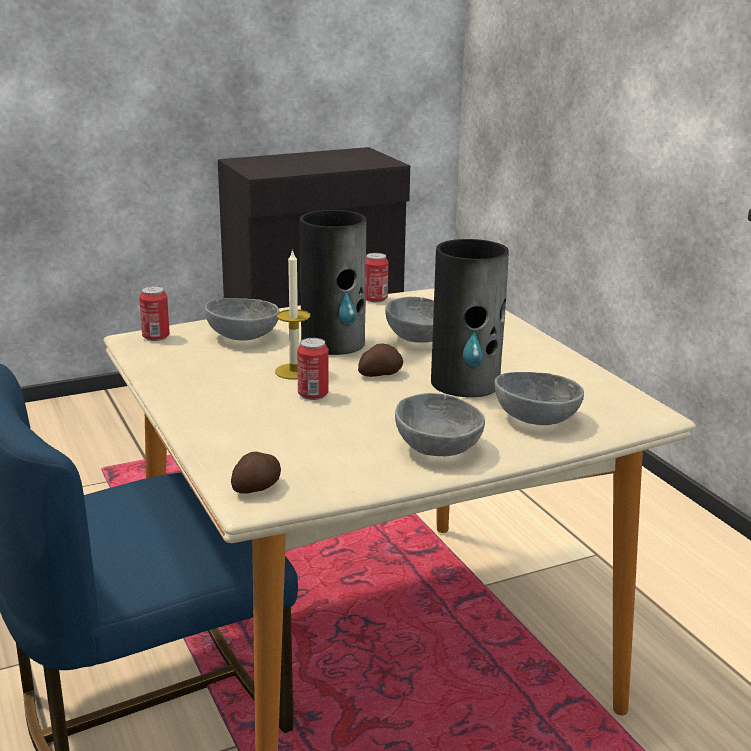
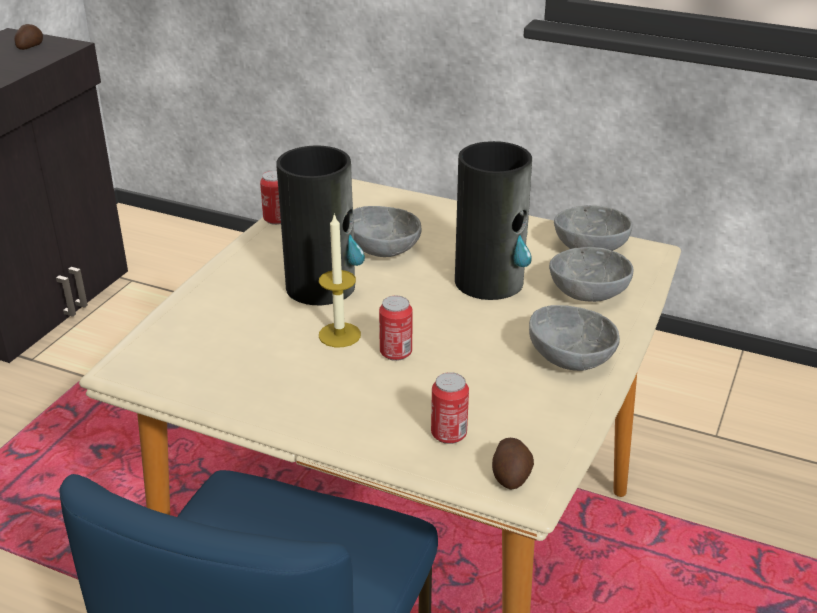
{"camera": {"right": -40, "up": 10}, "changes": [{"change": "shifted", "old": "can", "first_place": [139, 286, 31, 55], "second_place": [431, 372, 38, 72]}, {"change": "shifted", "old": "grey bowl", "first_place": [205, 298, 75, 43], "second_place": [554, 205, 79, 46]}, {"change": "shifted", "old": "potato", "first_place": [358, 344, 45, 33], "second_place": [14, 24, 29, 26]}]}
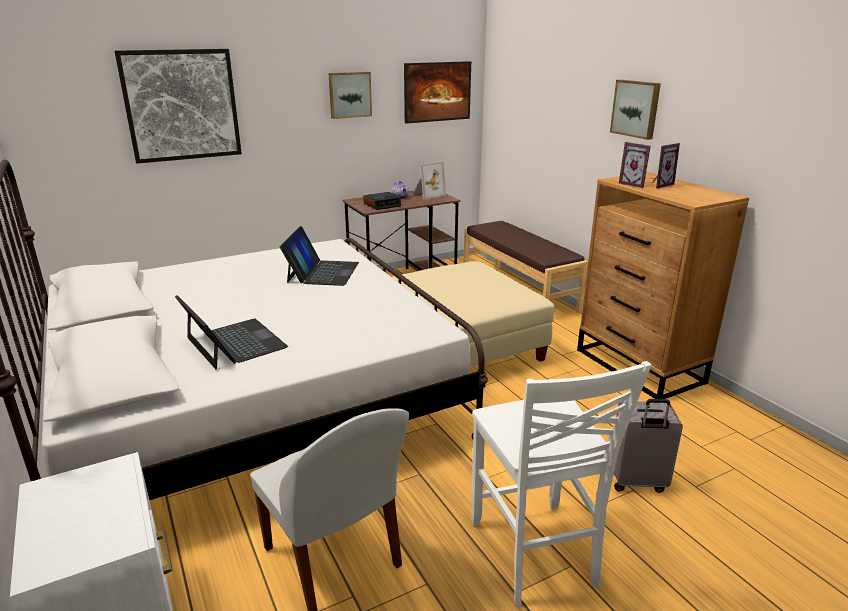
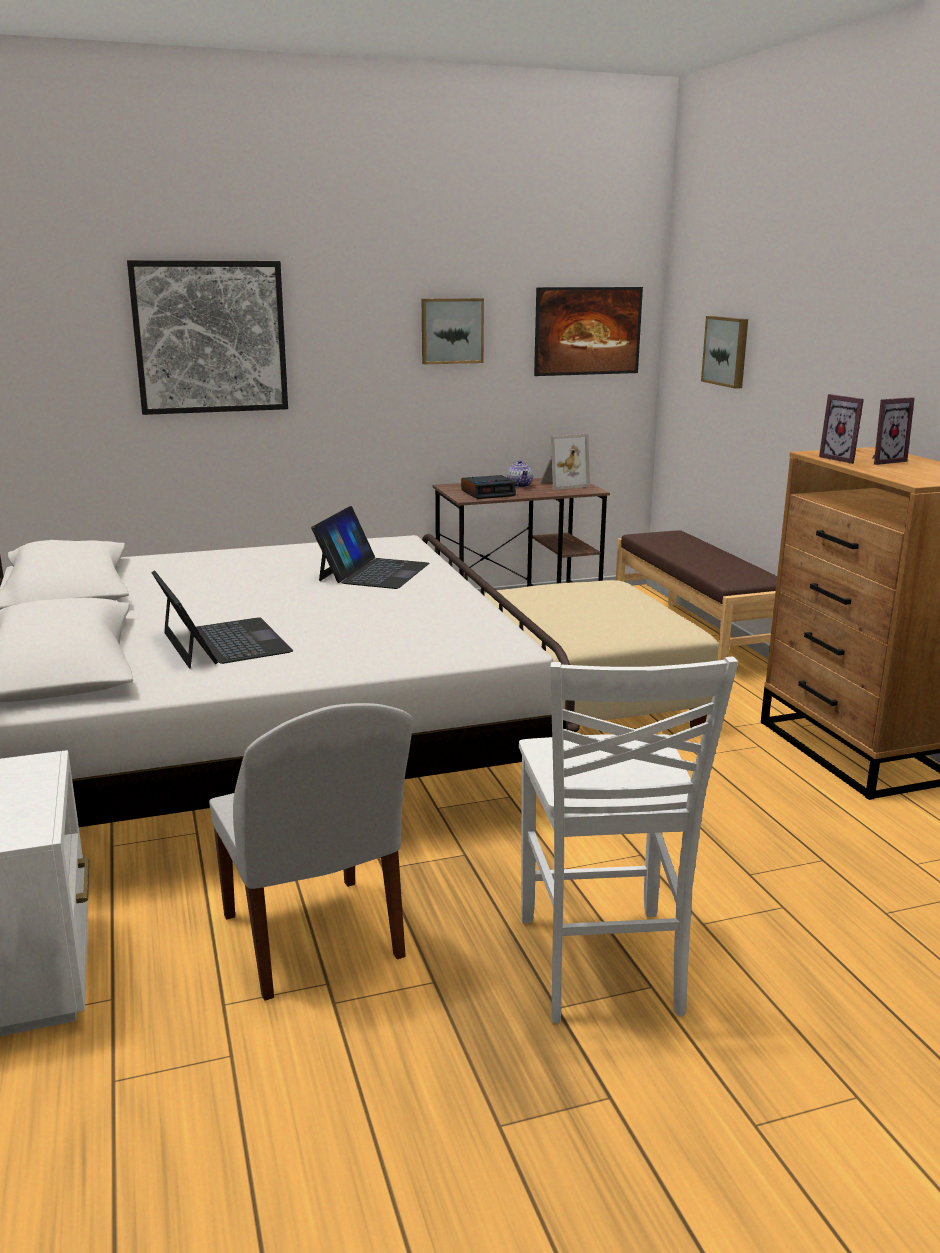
{"camera": {"right": 10, "up": -5}, "changes": [{"change": "shifted", "old": "picture", "first_place": [610, 80, 51, 60], "second_place": [701, 316, 47, 73]}, {"change": "gone", "old": "grey suitcase", "first_place": [614, 399, 69, 94]}]}
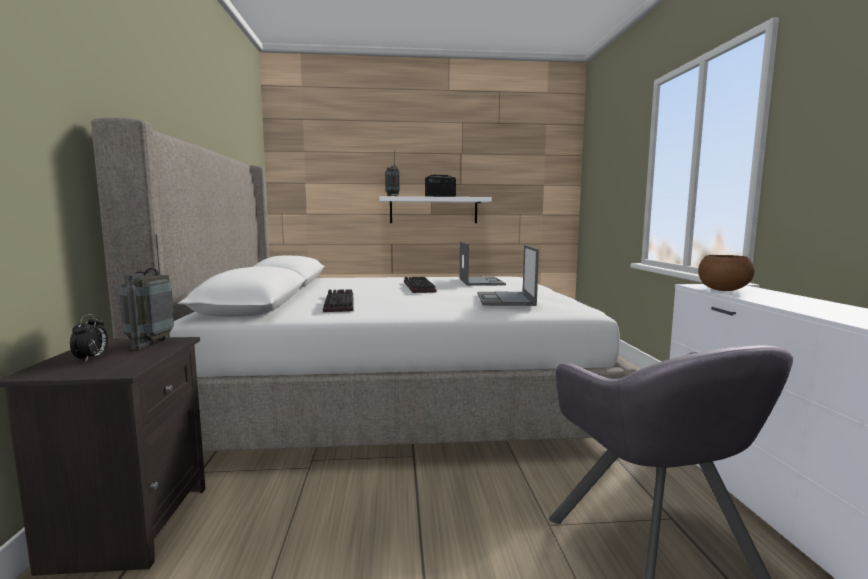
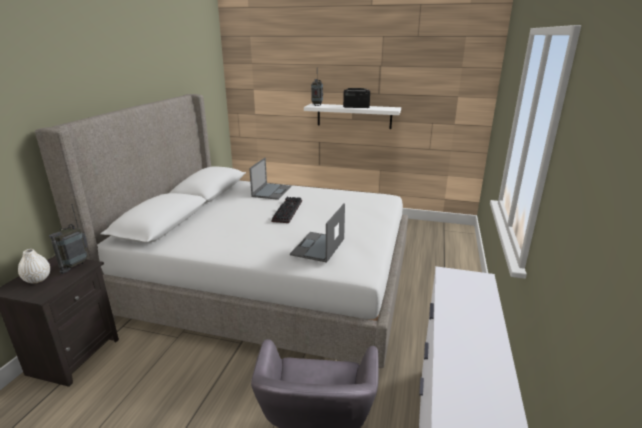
{"camera": {"right": 20, "up": 15}, "changes": [{"change": "swapped", "old": "alarm clock", "new": "white vase", "first_place": [70, 314, 38, 48], "second_place": [18, 249, 32, 34]}, {"change": "gone", "old": "keyboard", "first_place": [323, 289, 30, 23]}, {"change": "shifted", "old": "laptop", "first_place": [460, 241, 46, 45], "second_place": [249, 158, 42, 42]}, {"change": "gone", "old": "brown bowl", "first_place": [698, 255, 57, 36]}]}
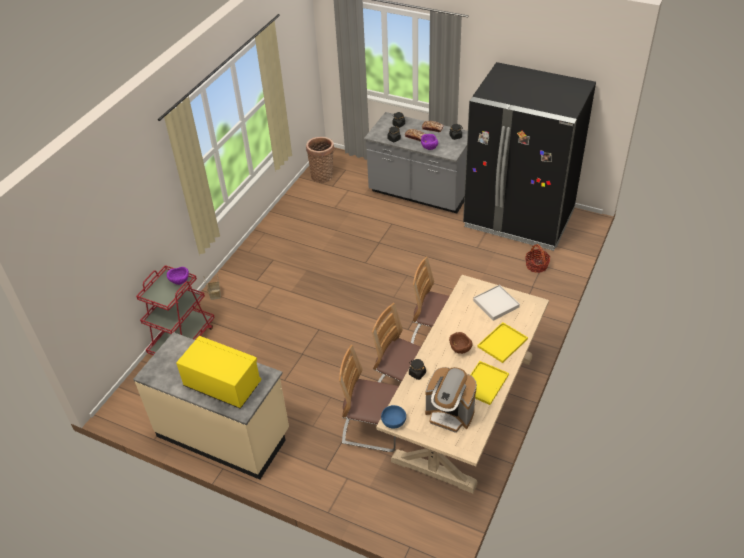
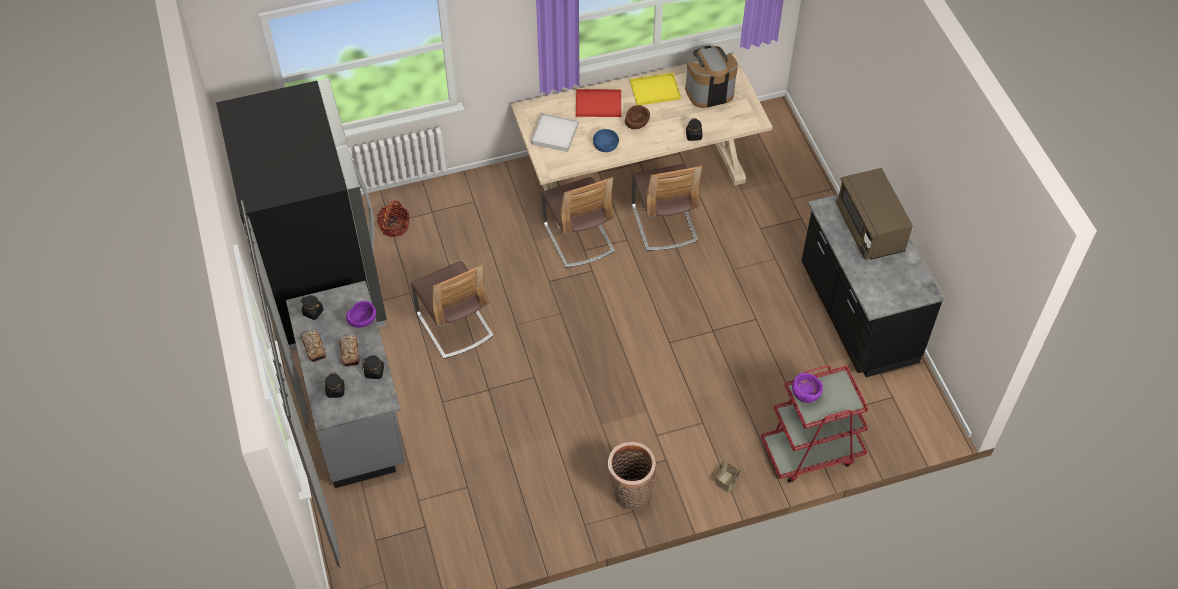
{"camera": {"right": -135, "up": 10}, "changes": [{"change": "repainted", "old": "beige counter", "new": "black counter", "first_place": [133, 332, 156, 148], "second_place": [801, 194, 143, 183]}, {"change": "repainted", "old": "yellow microwave", "new": "brown microwave", "first_place": [176, 336, 86, 73], "second_place": [836, 168, 77, 92]}, {"change": "shifted", "old": "basket", "first_place": [306, 137, 28, 46], "second_place": [607, 442, 50, 69]}, {"change": "shifted", "old": "chair", "first_place": [339, 345, 60, 107], "second_place": [411, 261, 83, 98]}, {"change": "shifted", "old": "blue bowl", "first_place": [381, 405, 25, 24], "second_place": [593, 129, 26, 23]}, {"change": "rotated", "old": "coffee machine", "first_place": [425, 367, 52, 66], "second_place": [685, 45, 53, 63], "degrees": -90}, {"change": "repainted", "old": "yellow tray", "new": "red tray", "first_place": [477, 322, 51, 41], "second_place": [576, 89, 45, 28]}]}
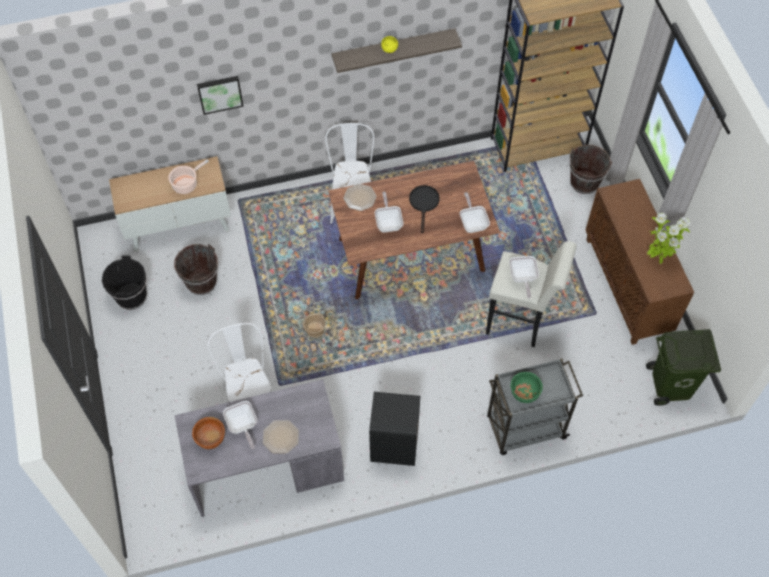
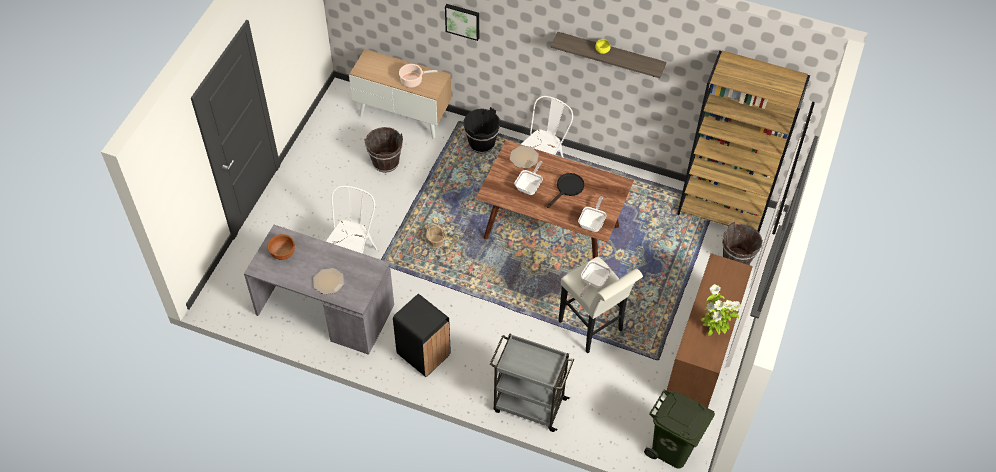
{"camera": {"right": 35, "up": -5}, "changes": [{"change": "shifted", "old": "black bucket", "first_place": [102, 255, 45, 55], "second_place": [463, 107, 37, 47]}, {"change": "gone", "old": "frying pan", "first_place": [223, 401, 34, 48]}, {"change": "gone", "old": "green bowl", "first_place": [511, 372, 32, 31]}]}
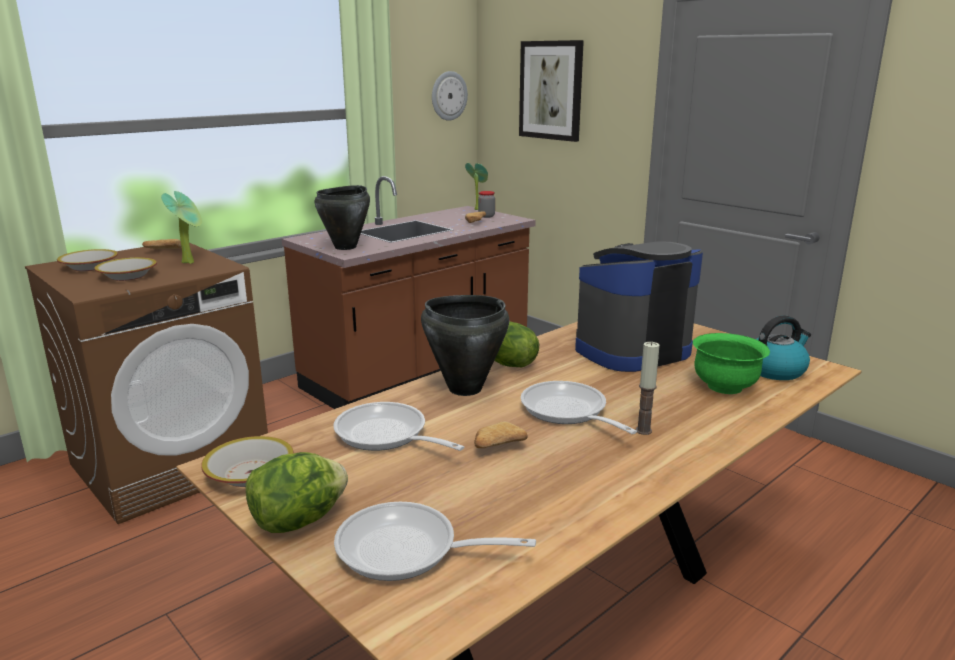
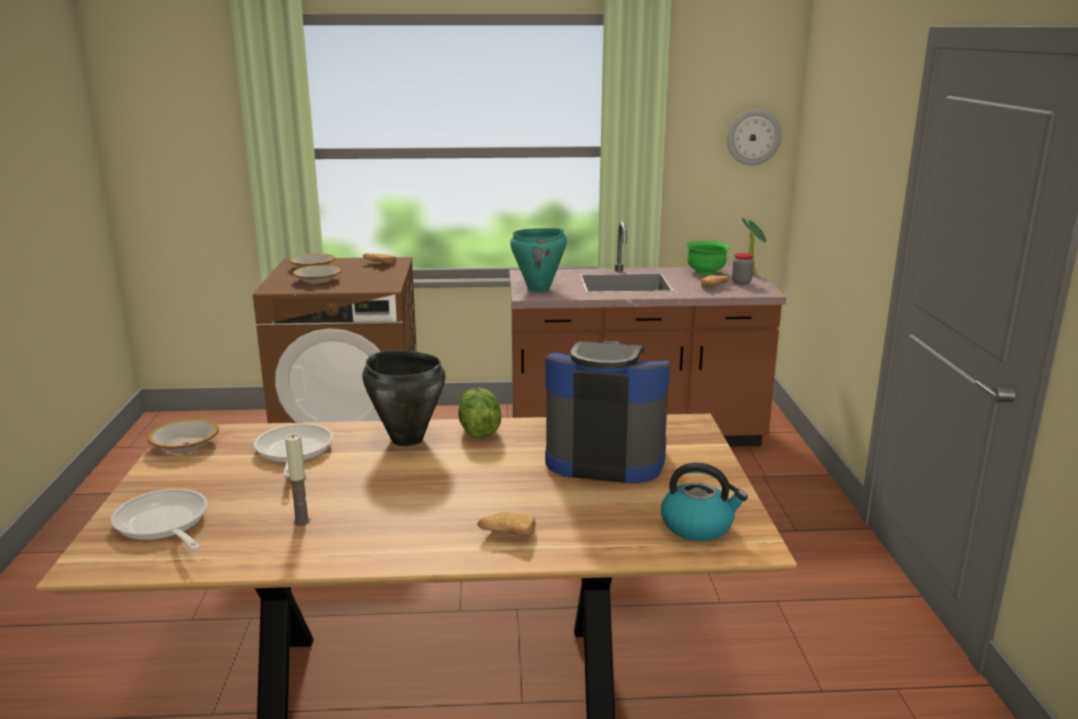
{"camera": {"right": 40, "up": 0}, "changes": [{"change": "gone", "old": "potted plant", "first_place": [161, 191, 41, 73]}, {"change": "gone", "old": "lettuce", "first_place": [246, 452, 102, 81]}, {"change": "repainted", "old": "black cooking pot", "new": "turquoise cooking pot", "first_place": [315, 185, 55, 65], "second_place": [510, 228, 57, 64]}, {"change": "shifted", "old": "bread", "first_place": [474, 421, 54, 27], "second_place": [478, 512, 57, 25]}, {"change": "gone", "old": "picture", "first_place": [519, 40, 65, 102]}, {"change": "gone", "old": "frying pan", "first_place": [521, 381, 116, 53]}, {"change": "shifted", "old": "candle", "first_place": [636, 341, 24, 94], "second_place": [285, 434, 25, 92]}, {"change": "shifted", "old": "green bowl", "first_place": [693, 333, 77, 61], "second_place": [686, 241, 44, 34]}]}
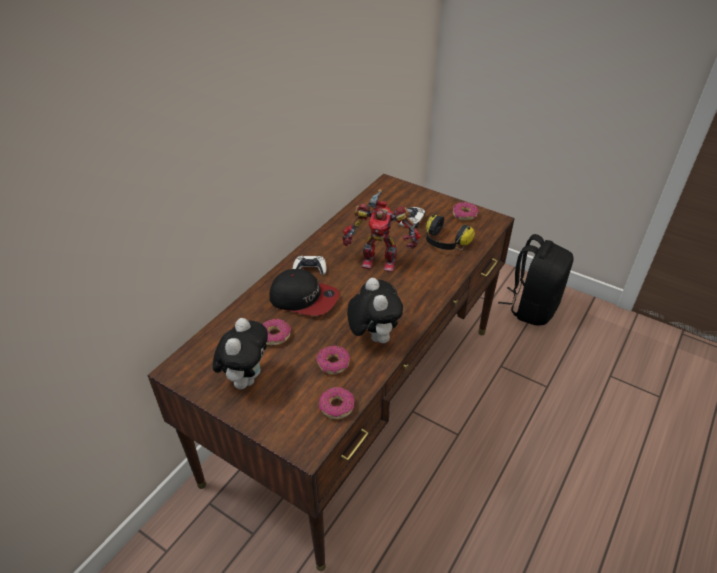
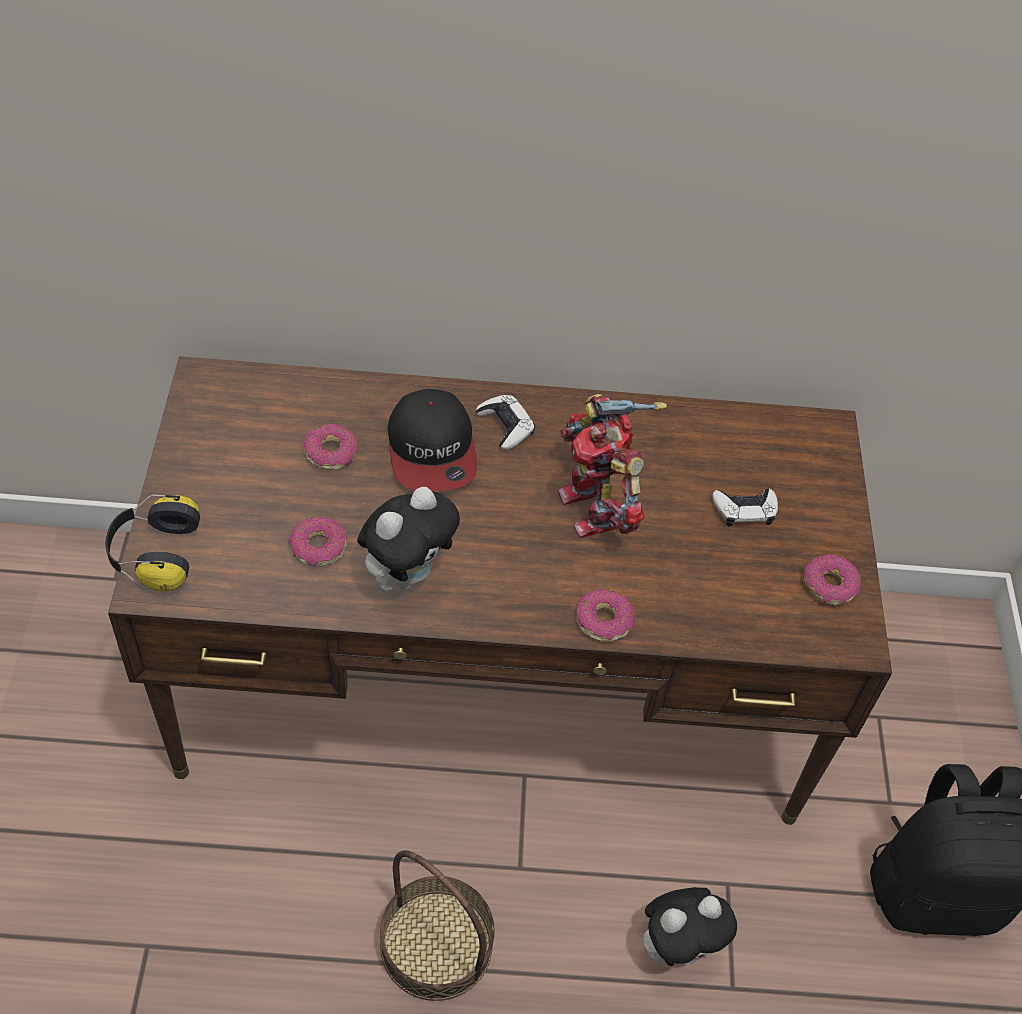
{"camera": {"right": 55, "up": 10}, "changes": [{"change": "shifted", "old": "plush toy", "first_place": [213, 318, 55, 71], "second_place": [643, 887, 94, 79]}, {"change": "shifted", "old": "donut", "first_place": [319, 387, 36, 32], "second_place": [577, 589, 58, 53]}, {"change": "shifted", "old": "headphones", "first_place": [426, 214, 49, 36], "second_place": [105, 495, 95, 97]}, {"change": "new", "new": "basket", "second_place": [380, 850, 115, 151]}]}
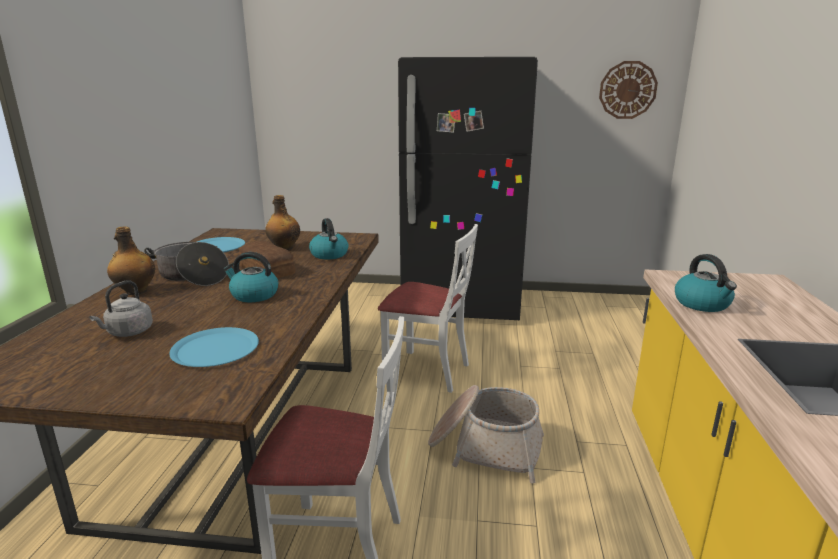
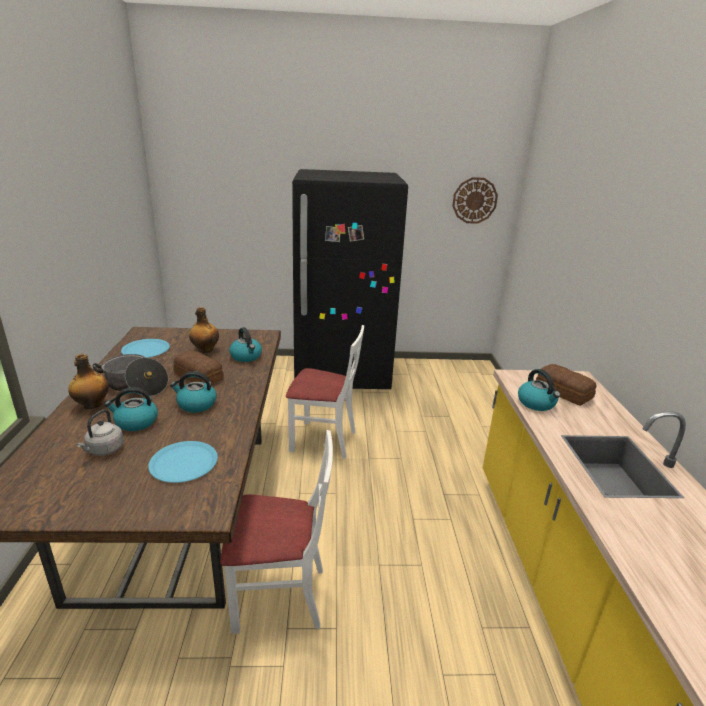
{"camera": {"right": -10, "up": 5}, "changes": [{"change": "gone", "old": "basket", "first_place": [428, 385, 116, 98]}, {"change": "new", "new": "kettle", "second_place": [105, 387, 53, 44]}, {"change": "new", "new": "bread", "second_place": [536, 364, 61, 42]}]}
